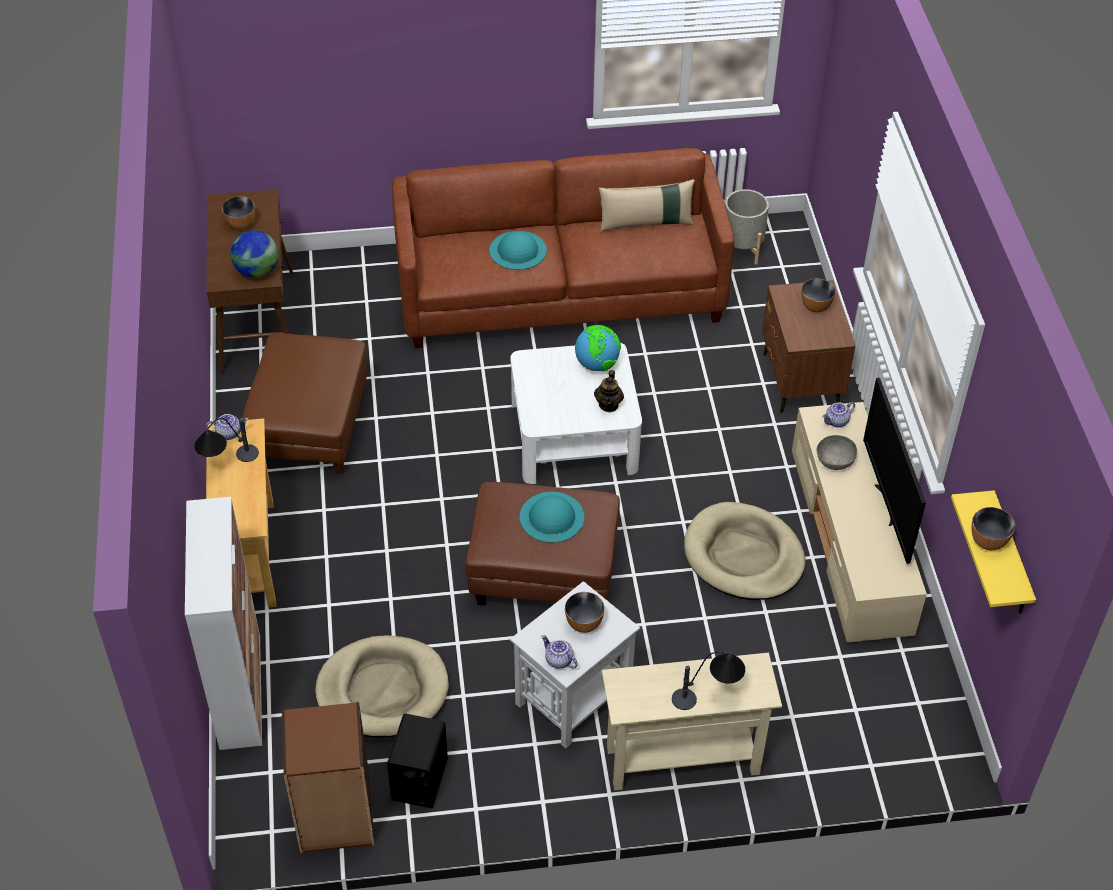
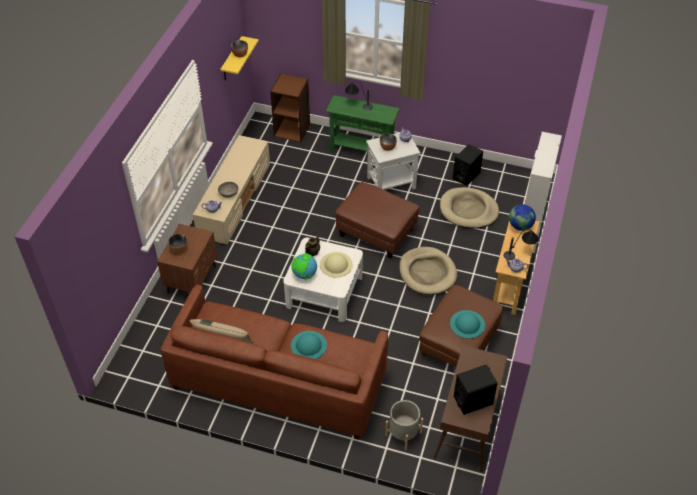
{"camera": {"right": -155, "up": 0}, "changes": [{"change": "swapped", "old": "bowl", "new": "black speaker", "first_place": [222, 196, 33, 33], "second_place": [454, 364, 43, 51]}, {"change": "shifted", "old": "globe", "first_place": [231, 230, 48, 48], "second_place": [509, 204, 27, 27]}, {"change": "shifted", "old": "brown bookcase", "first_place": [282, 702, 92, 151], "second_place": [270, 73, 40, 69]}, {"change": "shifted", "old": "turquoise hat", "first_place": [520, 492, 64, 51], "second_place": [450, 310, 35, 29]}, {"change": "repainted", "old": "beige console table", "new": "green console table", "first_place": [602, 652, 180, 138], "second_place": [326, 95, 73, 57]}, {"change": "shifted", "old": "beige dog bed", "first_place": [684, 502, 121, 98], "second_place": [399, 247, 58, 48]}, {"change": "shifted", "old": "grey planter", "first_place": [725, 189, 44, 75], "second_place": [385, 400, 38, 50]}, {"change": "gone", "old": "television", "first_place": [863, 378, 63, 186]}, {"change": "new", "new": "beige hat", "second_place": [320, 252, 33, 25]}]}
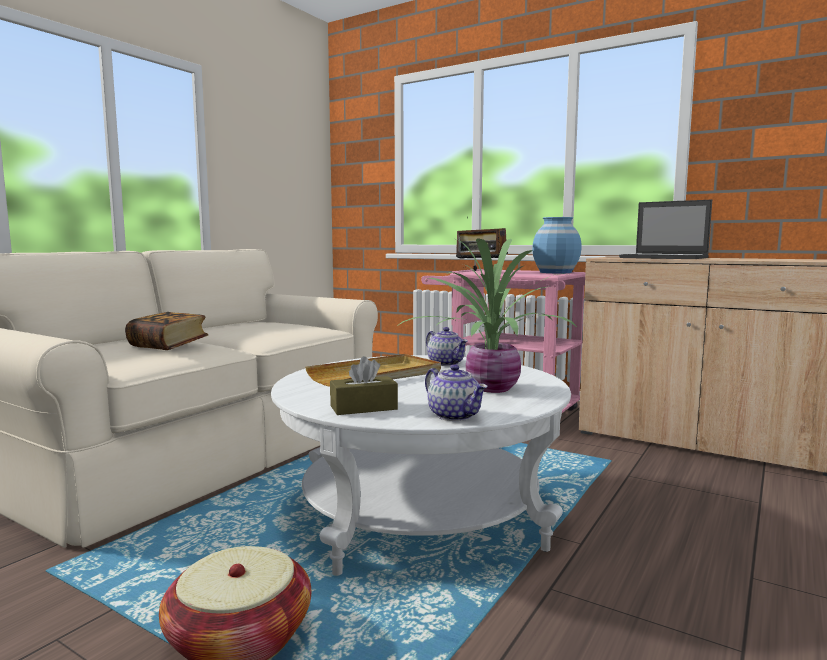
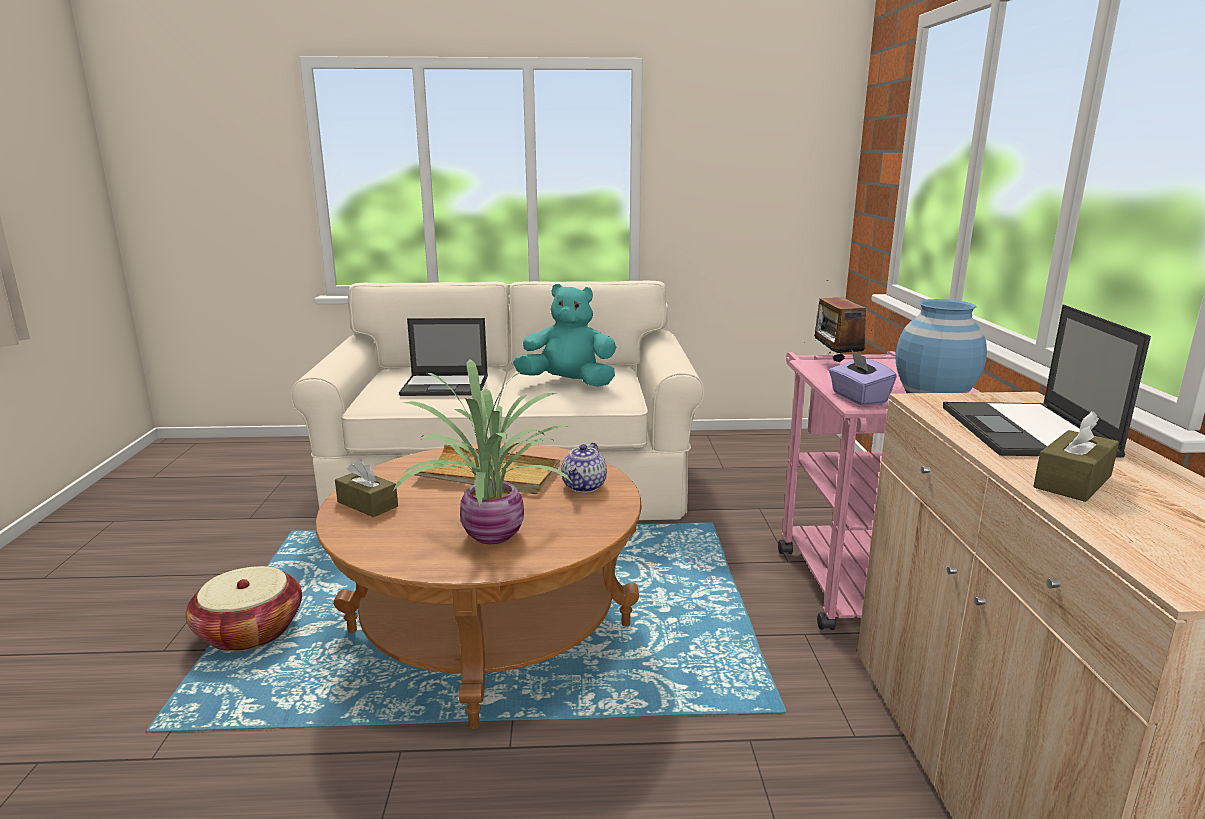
{"camera": {"right": 55, "up": 10}, "changes": [{"change": "swapped", "old": "book", "new": "laptop", "first_place": [125, 312, 83, 38], "second_place": [399, 318, 89, 78]}, {"change": "repainted", "old": "white coffee table", "new": "brown coffee table", "first_place": [271, 355, 300, 221], "second_place": [315, 443, 326, 286]}, {"change": "gone", "old": "teapot", "first_place": [425, 364, 62, 57]}, {"change": "new", "new": "turquoise plush toy", "second_place": [513, 284, 103, 103]}, {"change": "new", "new": "purple tissue box", "second_place": [829, 350, 68, 56]}, {"change": "new", "new": "brown tissue box", "second_place": [1033, 411, 86, 91]}]}
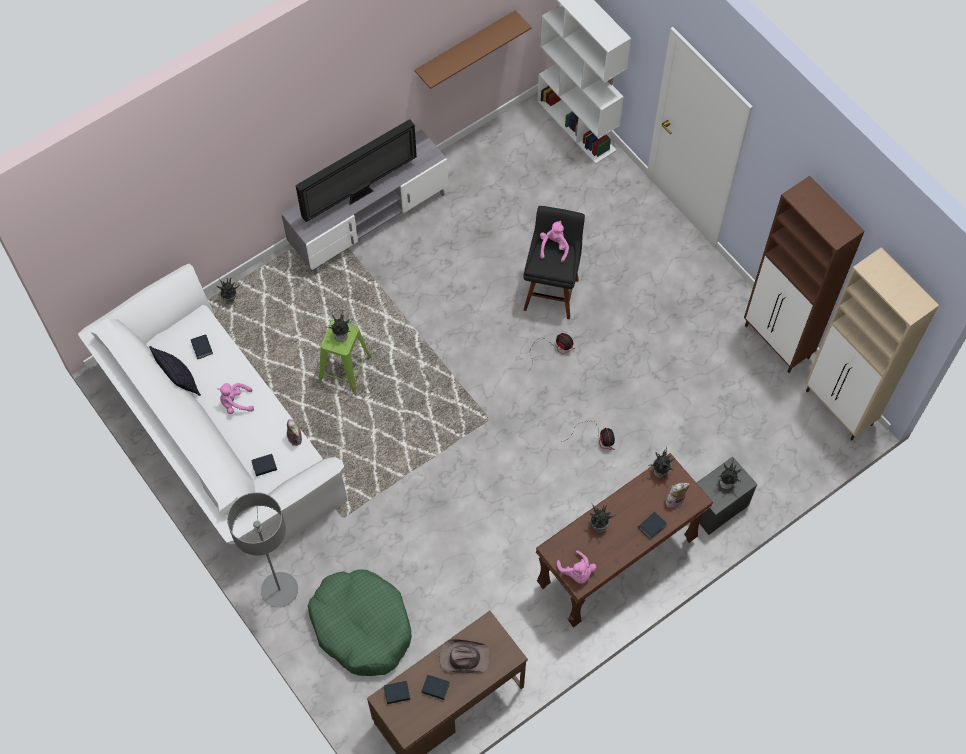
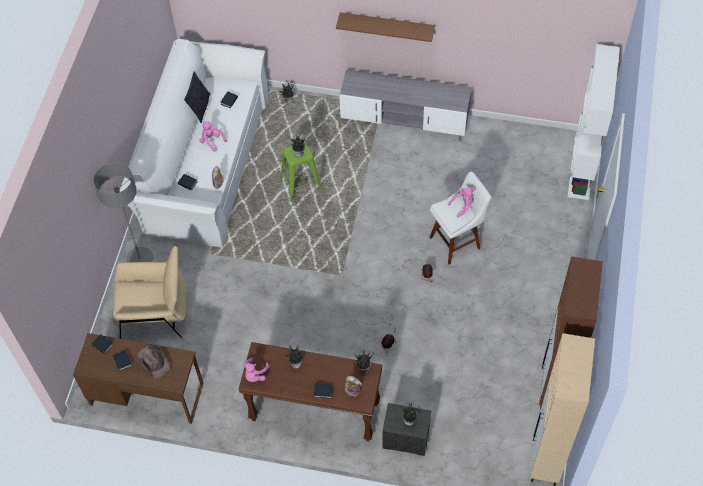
{"camera": {"right": 50, "up": -5}, "changes": [{"change": "gone", "old": "television", "first_place": [296, 119, 121, 103]}, {"change": "swapped", "old": "green dog bed", "new": "beige armchair", "first_place": [308, 569, 104, 107], "second_place": [113, 246, 73, 93]}, {"change": "shifted", "old": "brown shelf", "first_place": [414, 10, 118, 79], "second_place": [336, 12, 99, 30]}, {"change": "repainted", "old": "black stool", "new": "white stool", "first_place": [523, 206, 62, 113], "second_place": [429, 172, 62, 92]}]}
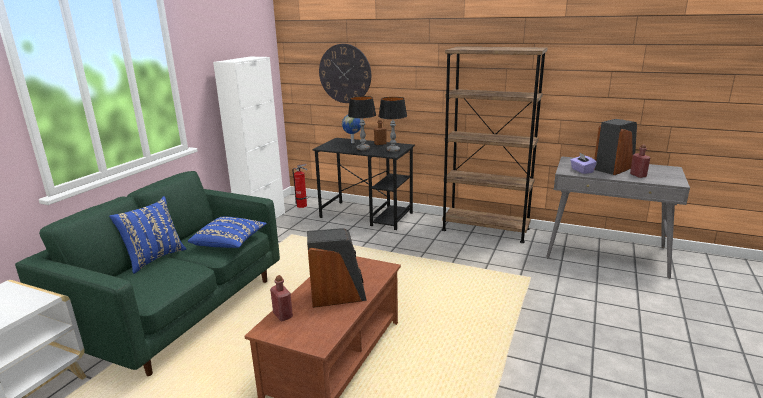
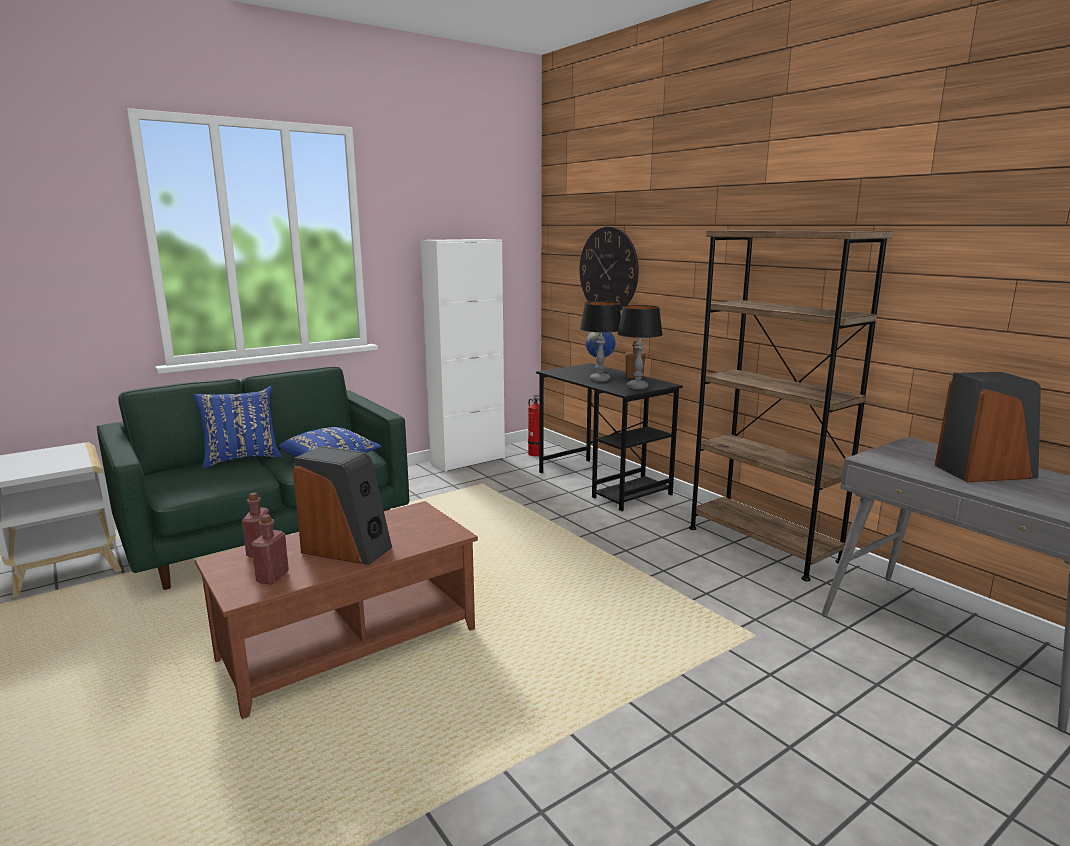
{"camera": {"right": 30, "up": -5}, "changes": [{"change": "gone", "old": "purple tissue box", "first_place": [570, 152, 27, 22]}, {"change": "shifted", "old": "red bottle", "first_place": [630, 145, 20, 33], "second_place": [251, 514, 38, 71]}]}
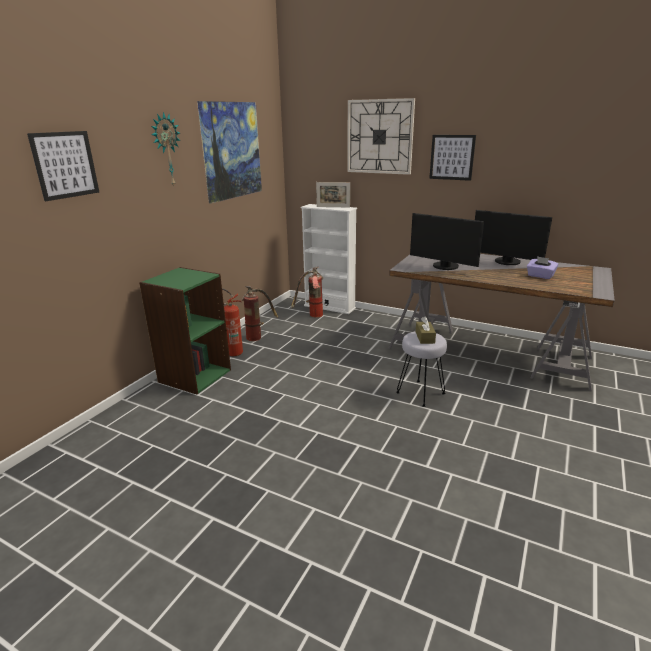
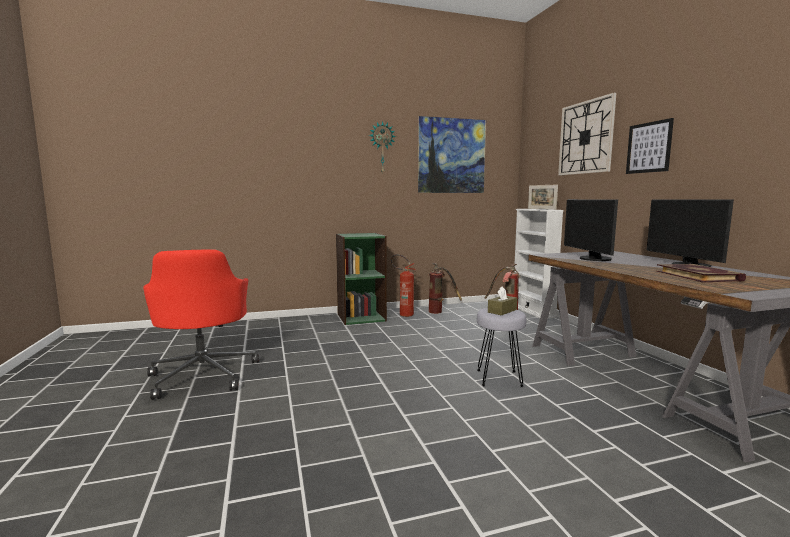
{"camera": {"right": 45, "up": -15}, "changes": [{"change": "gone", "old": "picture", "first_place": [27, 131, 72, 70]}, {"change": "swapped", "old": "purple tissue box", "new": "book", "first_place": [527, 256, 32, 23], "second_place": [656, 264, 90, 18]}, {"change": "new", "new": "red office chair", "second_place": [143, 249, 116, 151]}]}
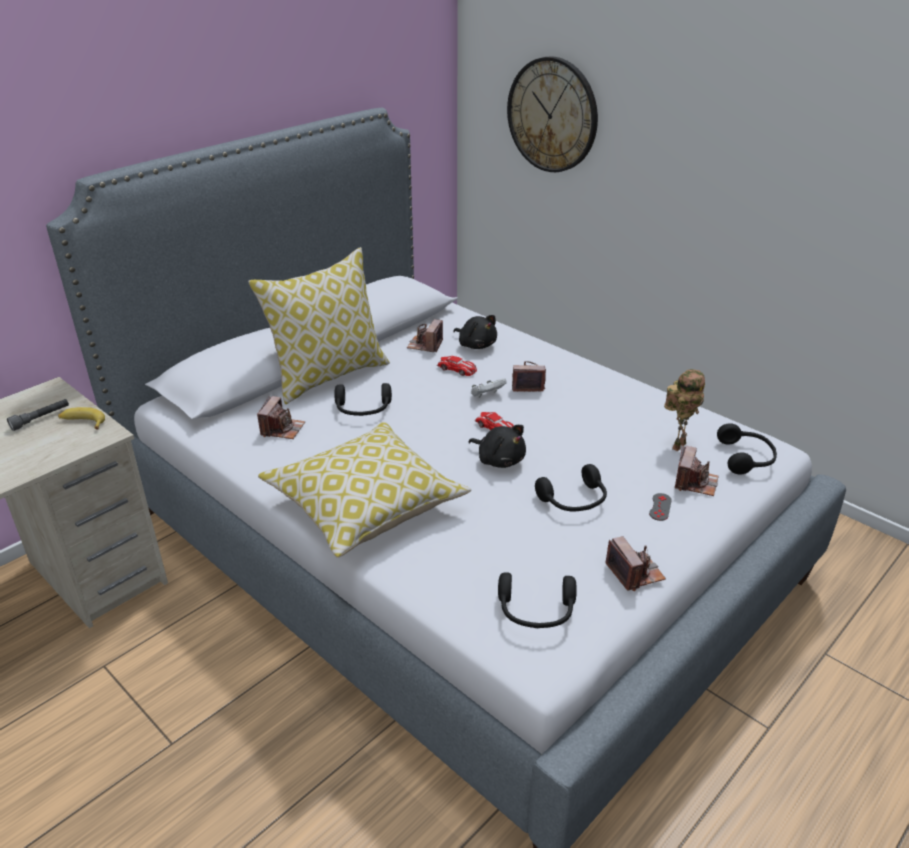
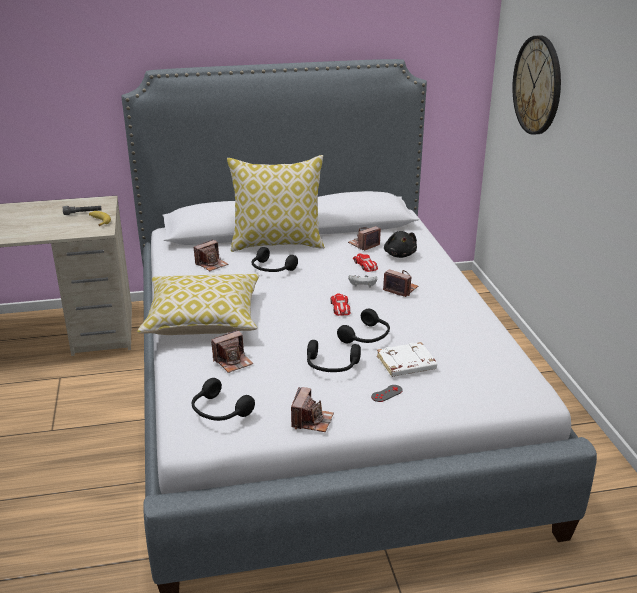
{"camera": {"right": 35, "up": -5}, "changes": [{"change": "gone", "old": "black plush toy", "first_place": [469, 425, 57, 43]}, {"change": "gone", "old": "toy robot", "first_place": [664, 369, 41, 82]}, {"change": "shifted", "old": "photo camera", "first_place": [675, 446, 44, 50], "second_place": [211, 330, 42, 43]}, {"change": "shifted", "old": "black headphones", "first_place": [717, 423, 60, 51], "second_place": [337, 309, 53, 34]}, {"change": "new", "new": "white book", "second_place": [377, 342, 60, 35]}]}
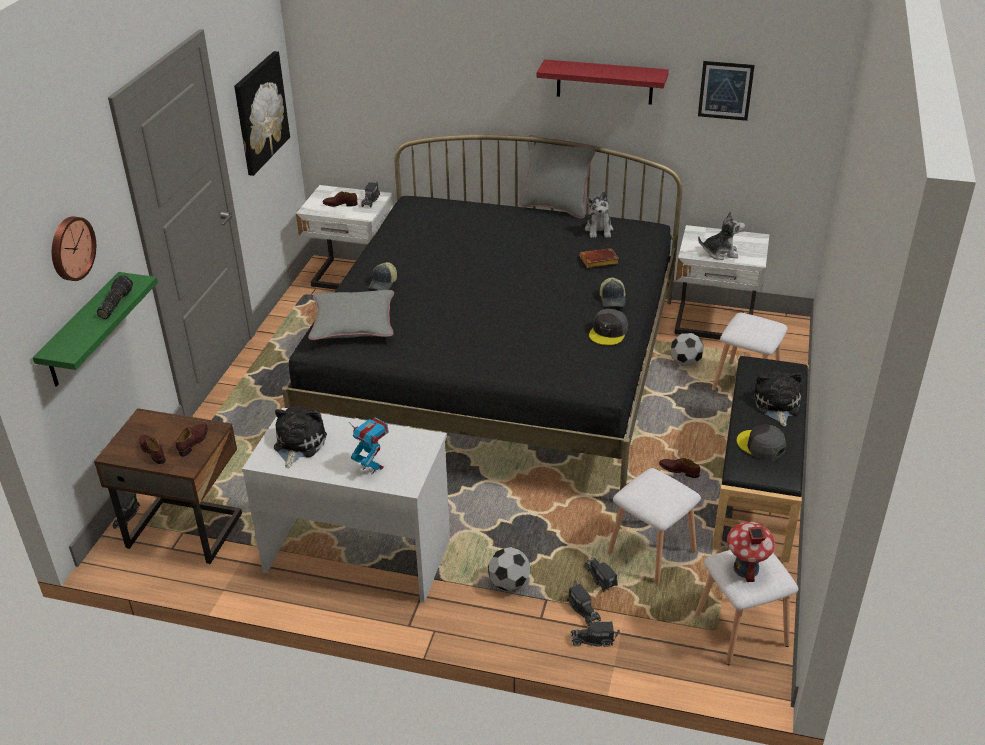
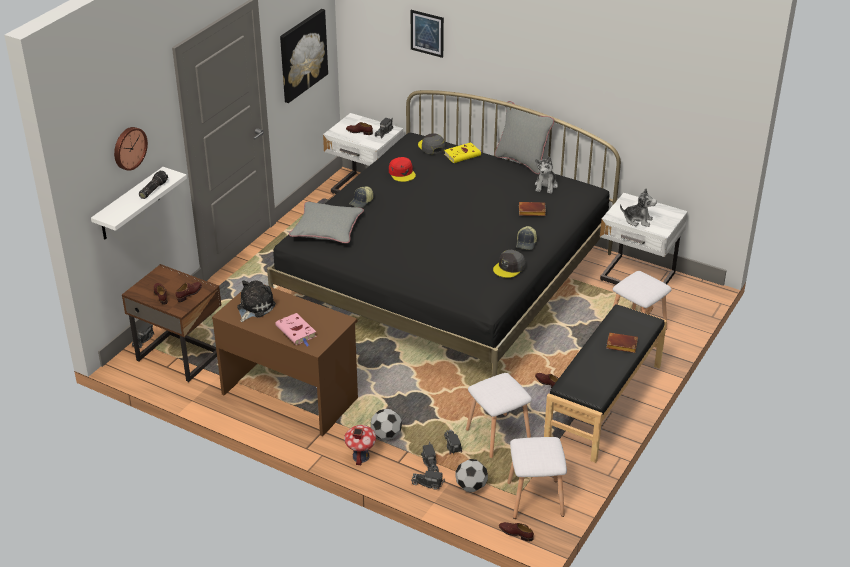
{"camera": {"right": 15, "up": 0}, "changes": [{"change": "repainted", "old": "green shelf", "new": "white shelf", "first_place": [33, 272, 125, 115], "second_place": [91, 167, 96, 72]}, {"change": "repainted", "old": "white desk", "new": "brown desk", "first_place": [242, 407, 208, 196], "second_place": [212, 285, 146, 151]}, {"change": "swapped", "old": "toy robot", "new": "pink book", "first_place": [349, 418, 40, 57], "second_place": [275, 313, 42, 33]}, {"change": "gone", "old": "red shelf", "first_place": [537, 59, 132, 46]}, {"change": "shifted", "old": "football", "first_place": [670, 333, 34, 33], "second_place": [455, 459, 33, 33]}, {"change": "shifted", "old": "picture", "first_place": [698, 61, 57, 60], "second_place": [411, 10, 33, 48]}, {"change": "shifted", "old": "toy house", "first_place": [727, 522, 48, 60], "second_place": [344, 425, 32, 40]}, {"change": "shifted", "old": "grey cap", "first_place": [737, 424, 49, 37], "second_place": [418, 133, 27, 22]}, {"change": "swapped", "old": "plush toy", "new": "brown book", "first_place": [754, 370, 48, 56], "second_place": [606, 333, 32, 20]}, {"change": "new", "new": "red cap", "second_place": [389, 157, 27, 25]}, {"change": "new", "new": "yellow book", "second_place": [444, 142, 38, 21]}, {"change": "new", "new": "brown shoe", "second_place": [499, 522, 35, 20]}]}
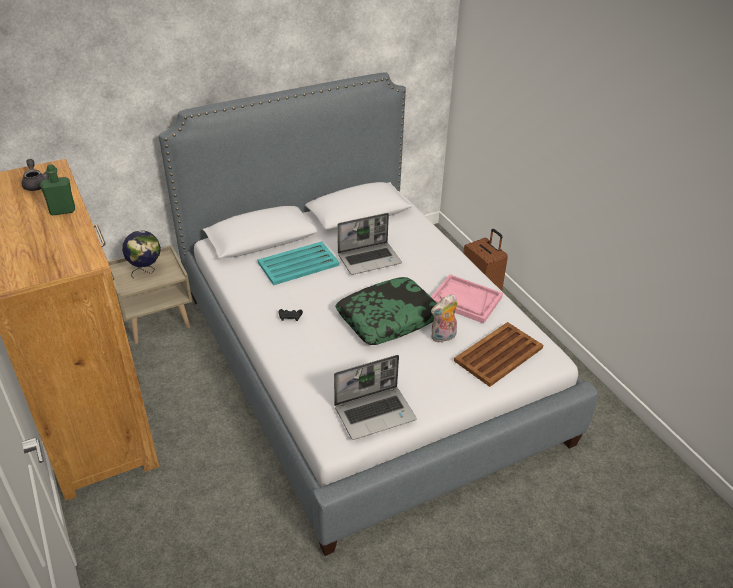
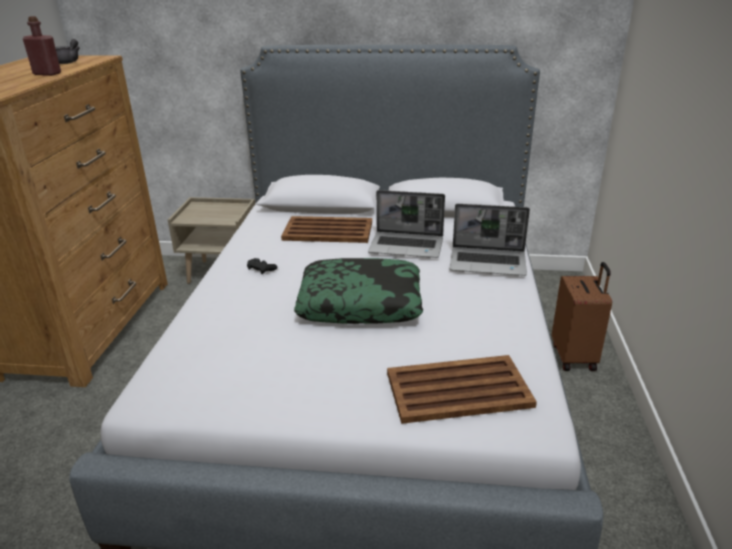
{"camera": {"right": 35, "up": -10}, "changes": [{"change": "repainted", "old": "green bottle", "new": "red bottle", "first_place": [40, 164, 35, 51], "second_place": [23, 16, 38, 60]}, {"change": "gone", "old": "globe", "first_place": [122, 230, 39, 49]}, {"change": "repainted", "old": "turquoise tray", "new": "brown tray", "first_place": [258, 241, 82, 44], "second_place": [281, 216, 91, 27]}, {"change": "shifted", "old": "laptop", "first_place": [334, 355, 83, 85], "second_place": [450, 204, 80, 72]}, {"change": "gone", "old": "pink tray", "first_place": [431, 274, 72, 50]}, {"change": "gone", "old": "plush toy", "first_place": [431, 294, 26, 49]}]}
